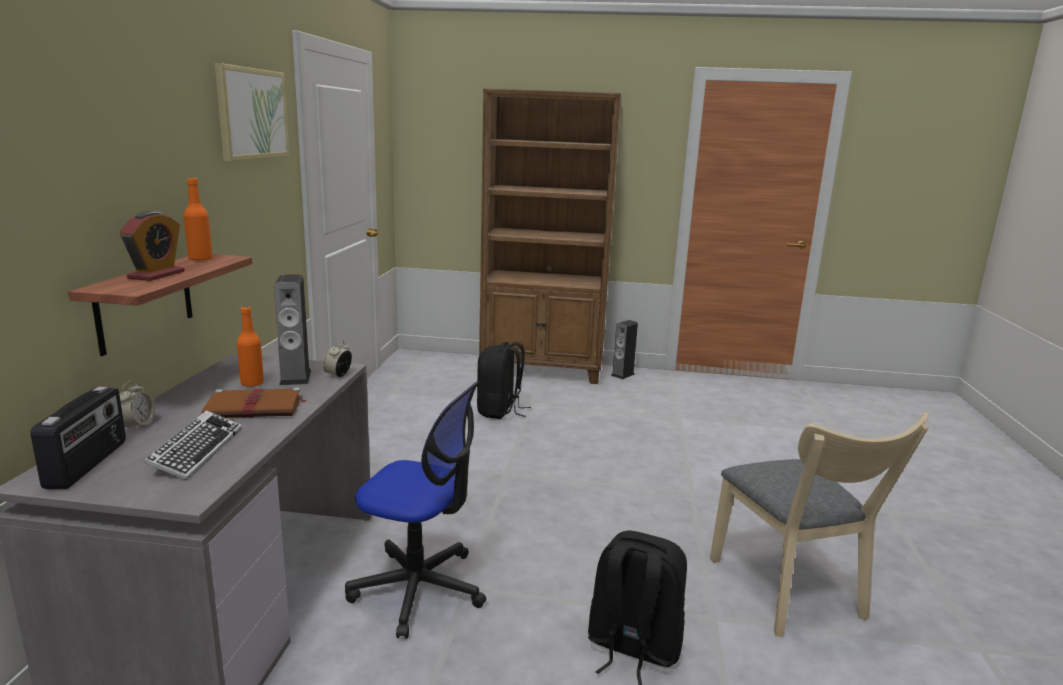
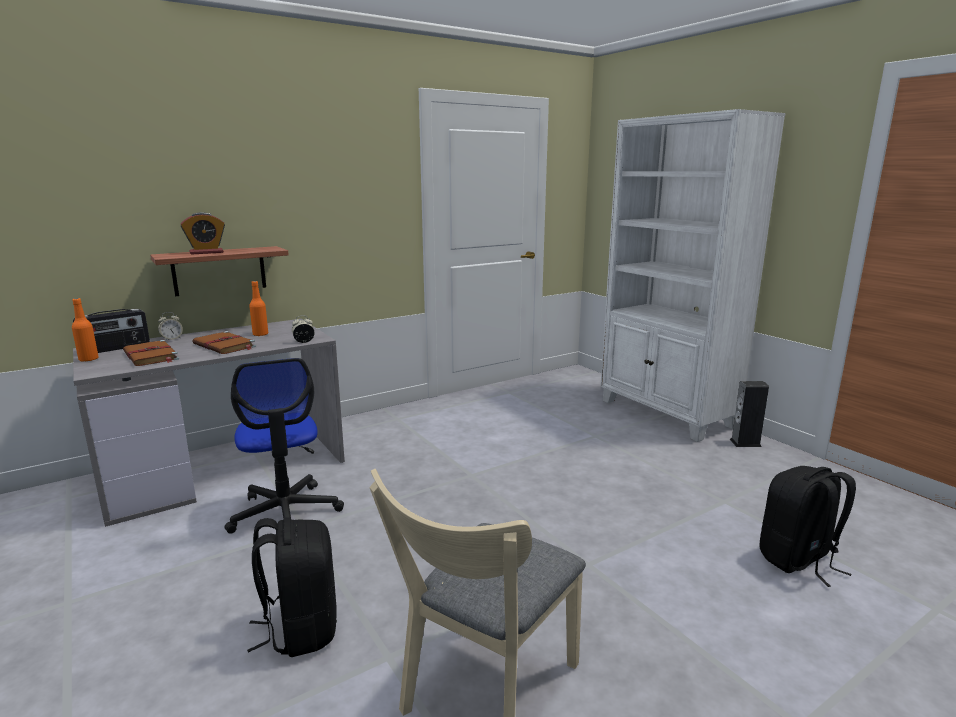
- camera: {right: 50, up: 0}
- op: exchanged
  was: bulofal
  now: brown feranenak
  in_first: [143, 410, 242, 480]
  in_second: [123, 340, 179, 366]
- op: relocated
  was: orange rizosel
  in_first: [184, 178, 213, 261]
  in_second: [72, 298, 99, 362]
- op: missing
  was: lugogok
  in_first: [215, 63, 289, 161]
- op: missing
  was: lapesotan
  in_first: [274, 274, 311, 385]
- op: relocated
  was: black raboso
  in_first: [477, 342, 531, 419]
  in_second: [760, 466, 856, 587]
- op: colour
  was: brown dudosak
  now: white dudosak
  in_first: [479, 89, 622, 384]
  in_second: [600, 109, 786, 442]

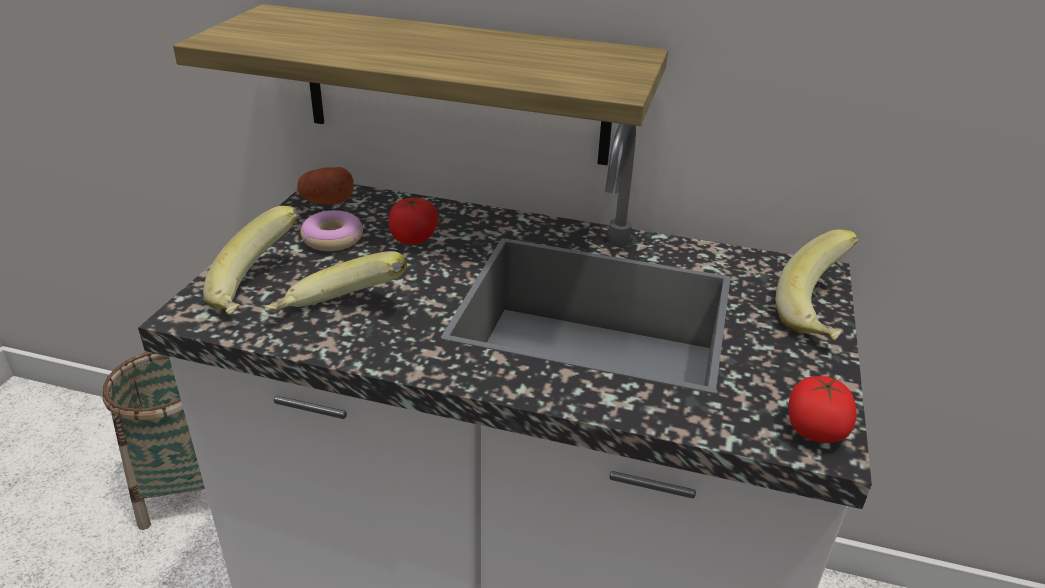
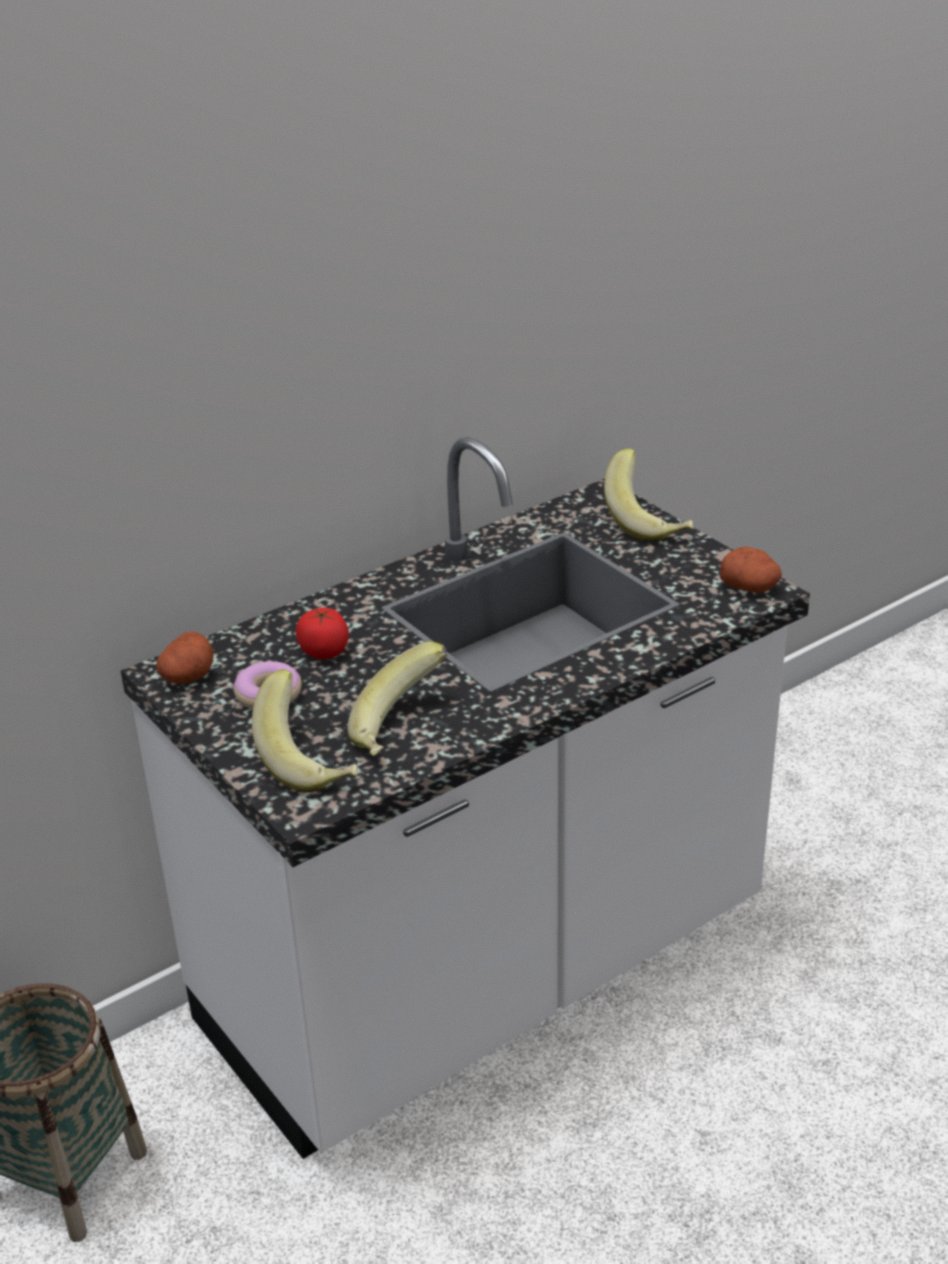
- camera: {right: -50, up: 0}
- op: missing
  was: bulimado
  in_first: [173, 4, 668, 165]
- op: exchanged
  was: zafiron
  now: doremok
  in_first: [789, 376, 857, 443]
  in_second: [720, 547, 782, 593]

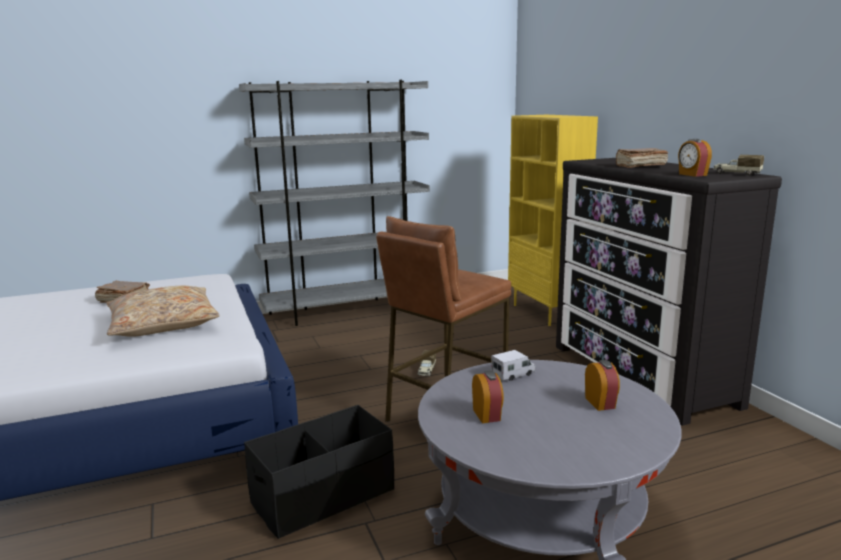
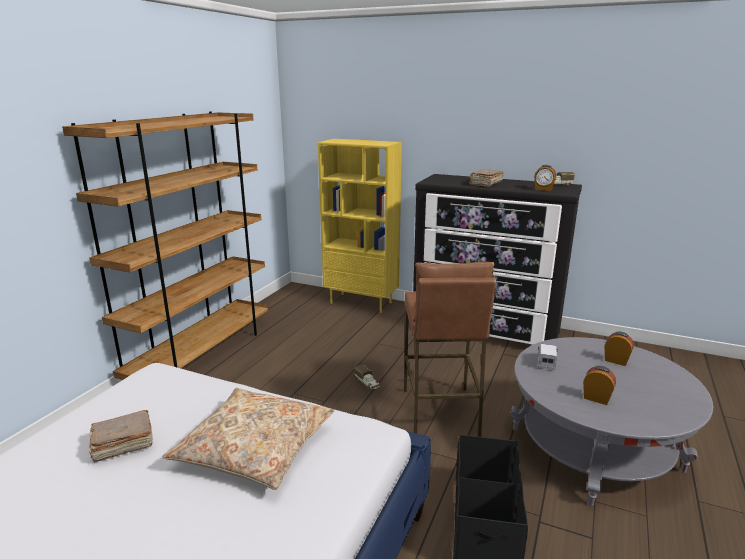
- camera: {right: -45, up: 5}
- op: colour
  was: grey dudosak
  now: brown dudosak
  in_first: [239, 80, 430, 326]
  in_second: [62, 111, 269, 380]

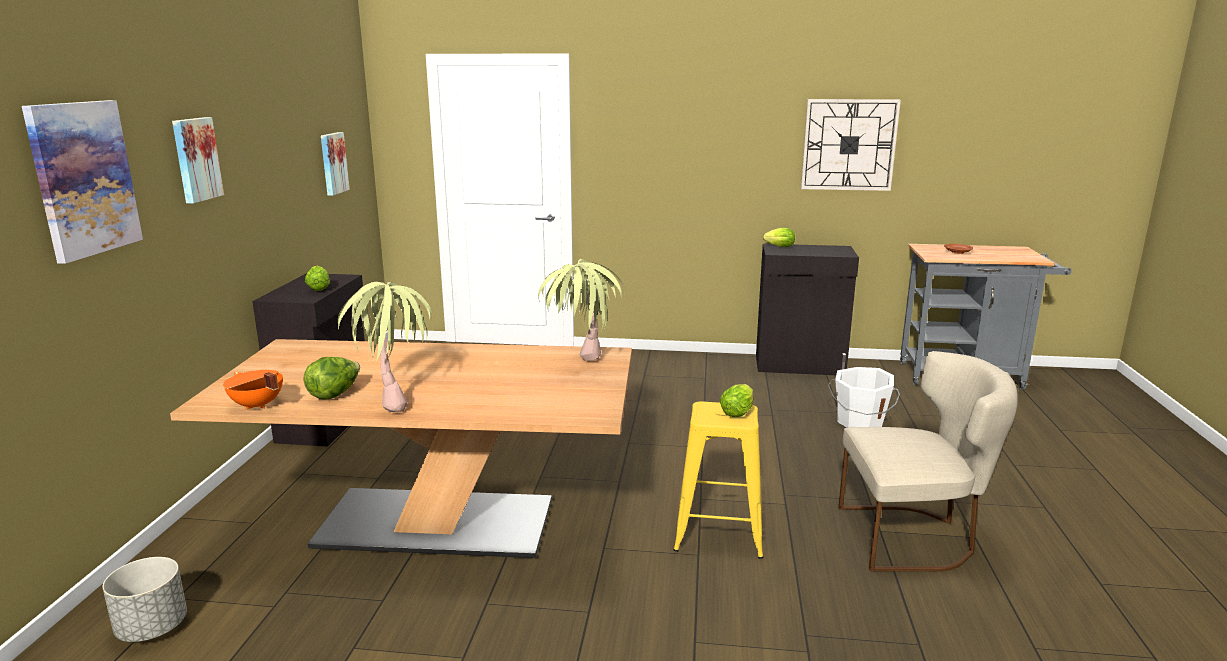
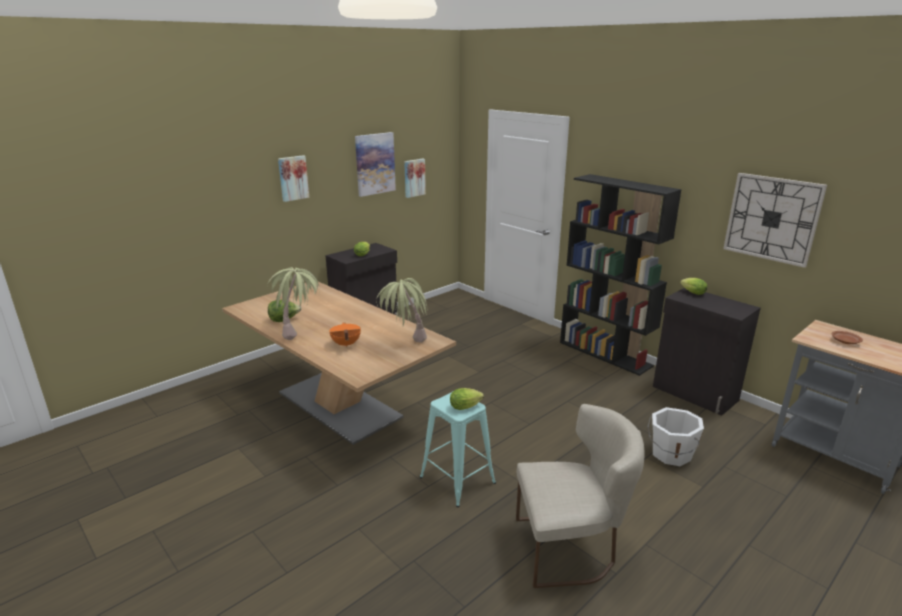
- camera: {right: 40, up: 5}
- op: relocated
  was: lugogok
  in_first: [22, 100, 143, 264]
  in_second: [355, 132, 396, 197]
- op: missing
  was: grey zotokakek
  in_first: [103, 557, 187, 642]
- op: relocated
  was: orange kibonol
  in_first: [223, 370, 283, 410]
  in_second: [329, 322, 361, 348]
- op: colour
  was: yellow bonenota
  now: turquoise bonenota
  in_first: [674, 401, 763, 559]
  in_second: [420, 392, 496, 507]
- op: spun
  was: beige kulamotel
  in_first: [838, 351, 1018, 571]
  in_second: [516, 404, 644, 588]
  clockwise: -45
- op: appeared
  now: black dudosak
  in_second: [560, 174, 682, 376]

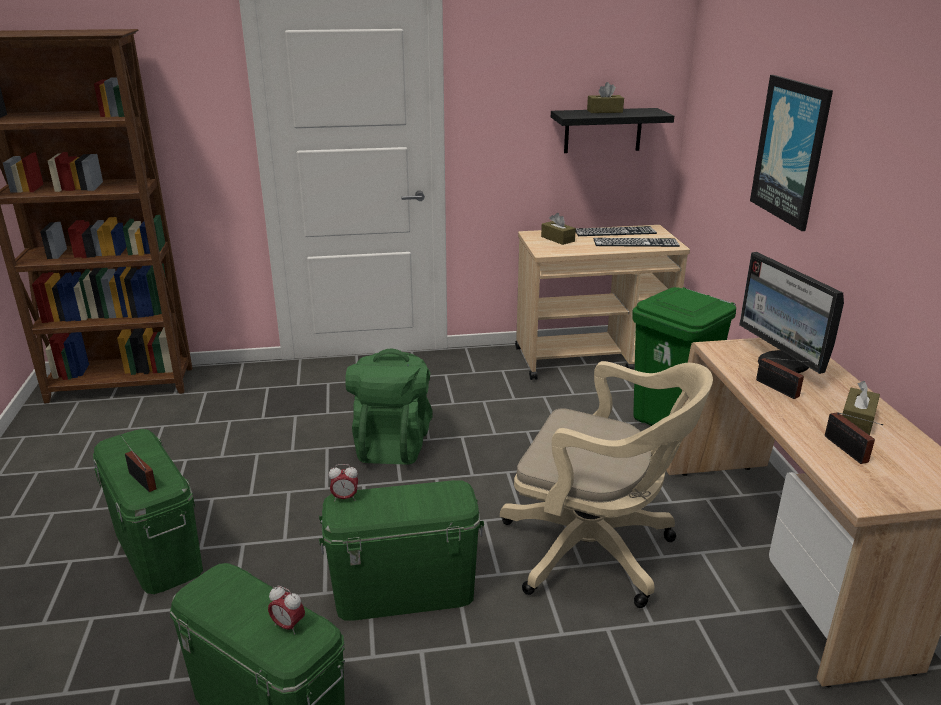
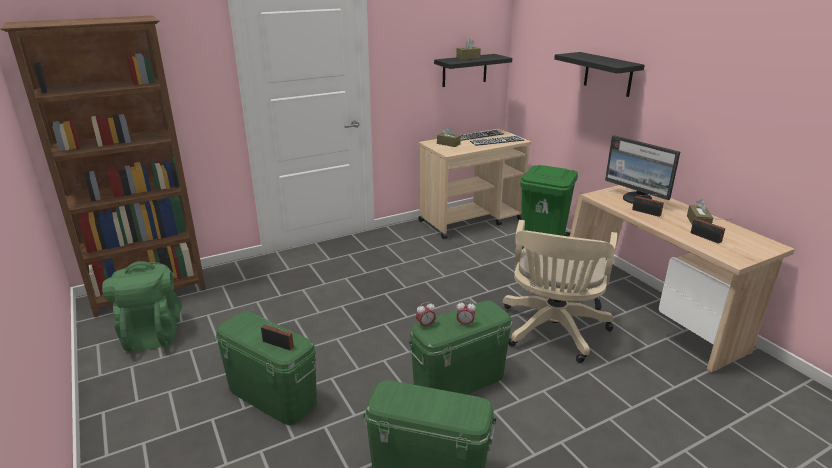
- camera: {right: -20, up: 0}
- op: relocated
  was: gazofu
  in_first: [268, 586, 305, 635]
  in_second: [456, 301, 476, 326]
- op: relocated
  was: green raboso
  in_first: [345, 349, 433, 465]
  in_second: [102, 261, 182, 352]
- op: spun
  was: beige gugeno
  in_first: [500, 361, 713, 608]
  in_second: [503, 220, 617, 363]
  clockwise: 105
- op: exchanged
  was: lugogok
  now: black bulimado
  in_first: [750, 75, 833, 231]
  in_second: [554, 52, 645, 97]

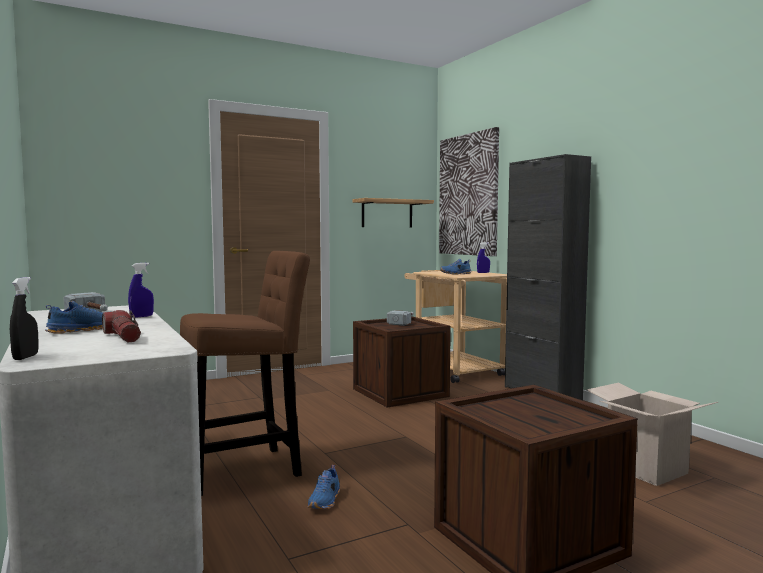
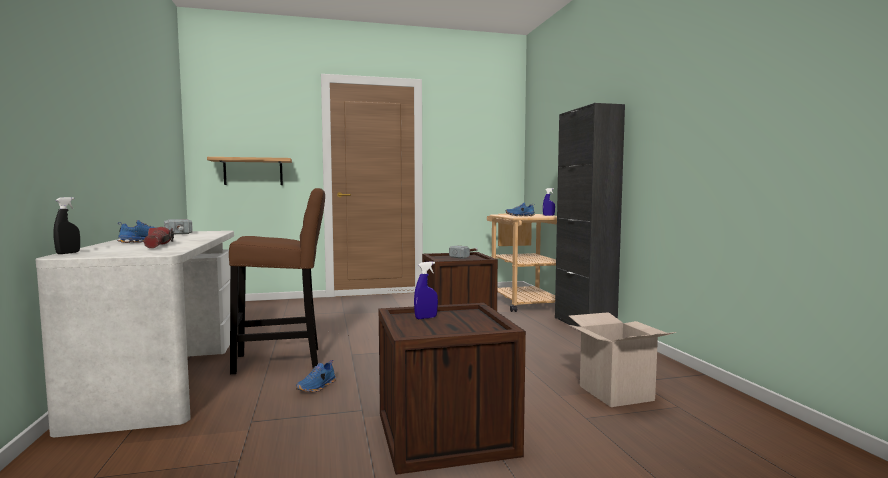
- camera: {right: 15, up: 0}
- op: relocated
  was: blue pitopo
  in_first: [128, 263, 154, 318]
  in_second: [414, 261, 438, 319]
- op: relocated
  was: bulimado
  in_first: [352, 198, 434, 228]
  in_second: [207, 157, 292, 185]
- op: missing
  was: lugogok
  in_first: [439, 127, 499, 256]

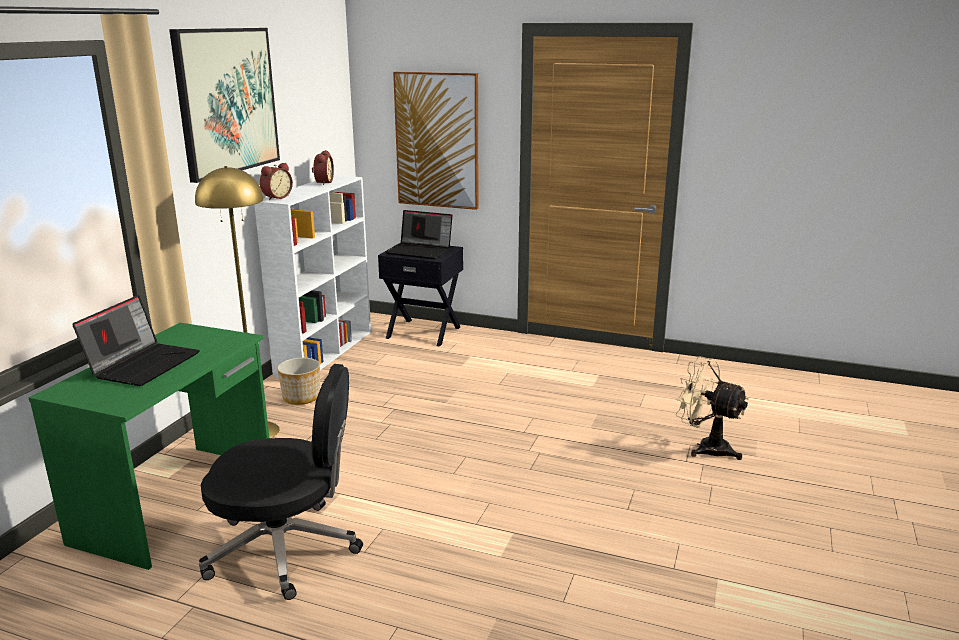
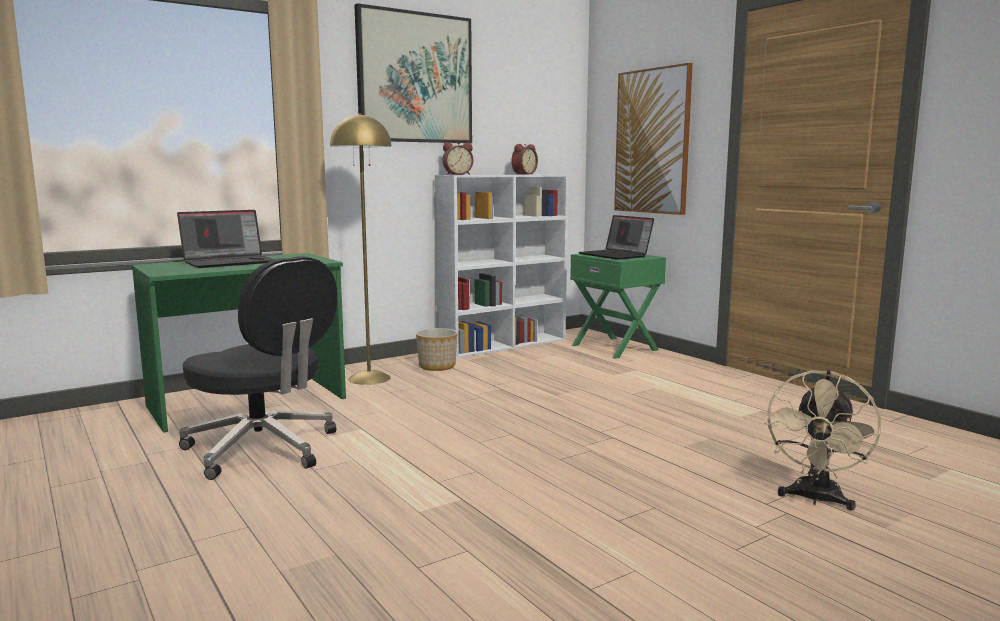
- camera: {right: 35, up: -10}
- op: colour
  was: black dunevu
  now: green dunevu
  in_first: [378, 242, 463, 347]
  in_second: [570, 254, 666, 359]
- op: spun
  was: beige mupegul
  in_first: [675, 356, 749, 460]
  in_second: [764, 370, 881, 511]
  clockwise: -135

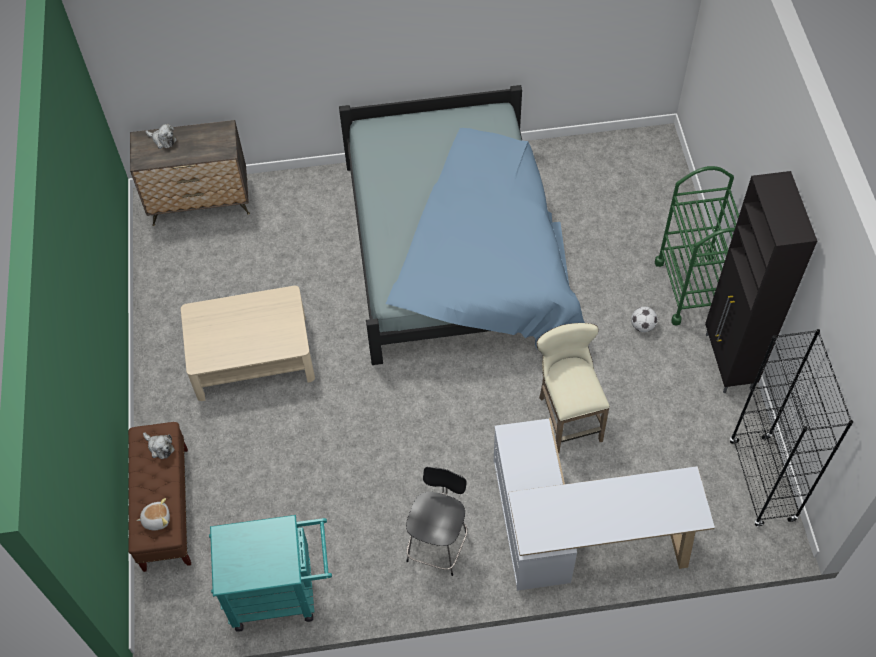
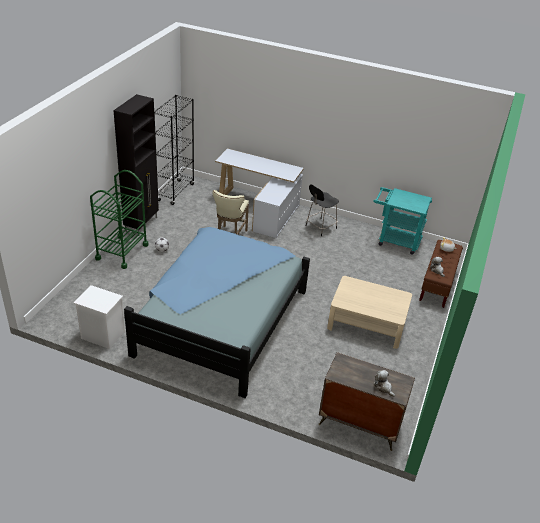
- camera: {right: -155, up: -20}
- op: appeared
  now: white dunevu
  in_second: [73, 285, 125, 349]

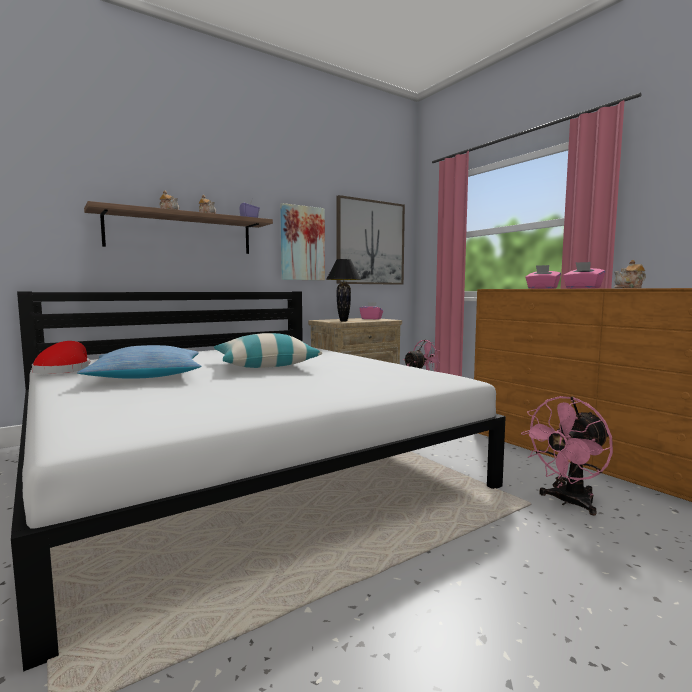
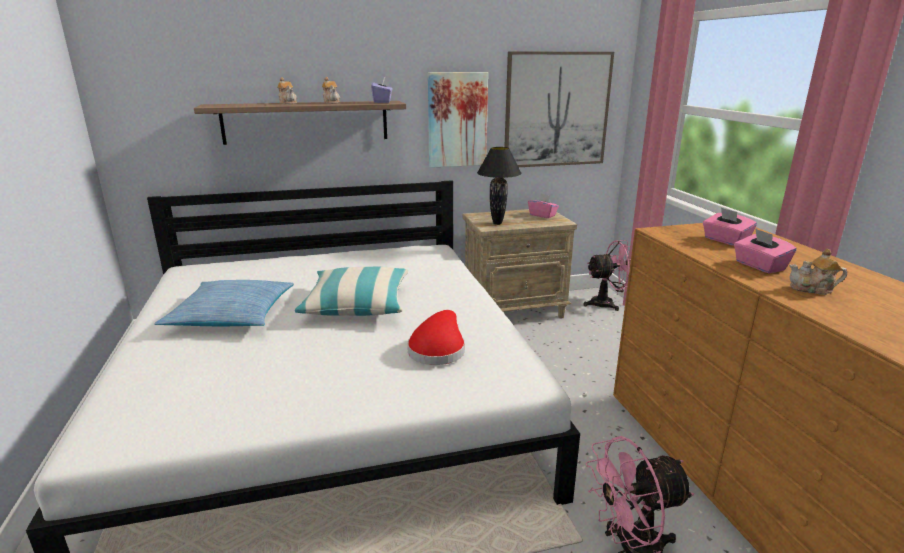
- camera: {right: 20, up: 15}
- op: relocated
  was: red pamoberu
  in_first: [32, 341, 91, 374]
  in_second: [407, 310, 465, 365]

